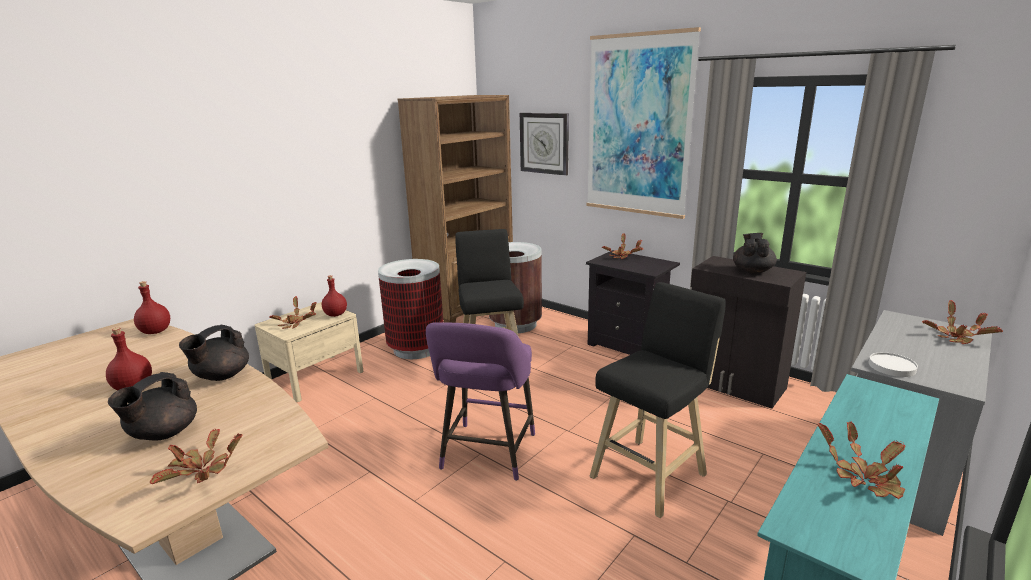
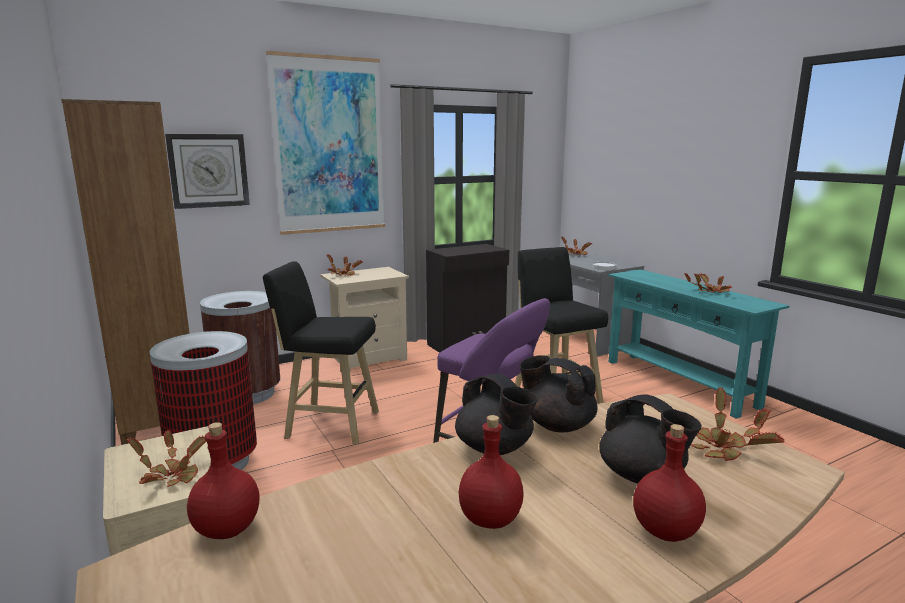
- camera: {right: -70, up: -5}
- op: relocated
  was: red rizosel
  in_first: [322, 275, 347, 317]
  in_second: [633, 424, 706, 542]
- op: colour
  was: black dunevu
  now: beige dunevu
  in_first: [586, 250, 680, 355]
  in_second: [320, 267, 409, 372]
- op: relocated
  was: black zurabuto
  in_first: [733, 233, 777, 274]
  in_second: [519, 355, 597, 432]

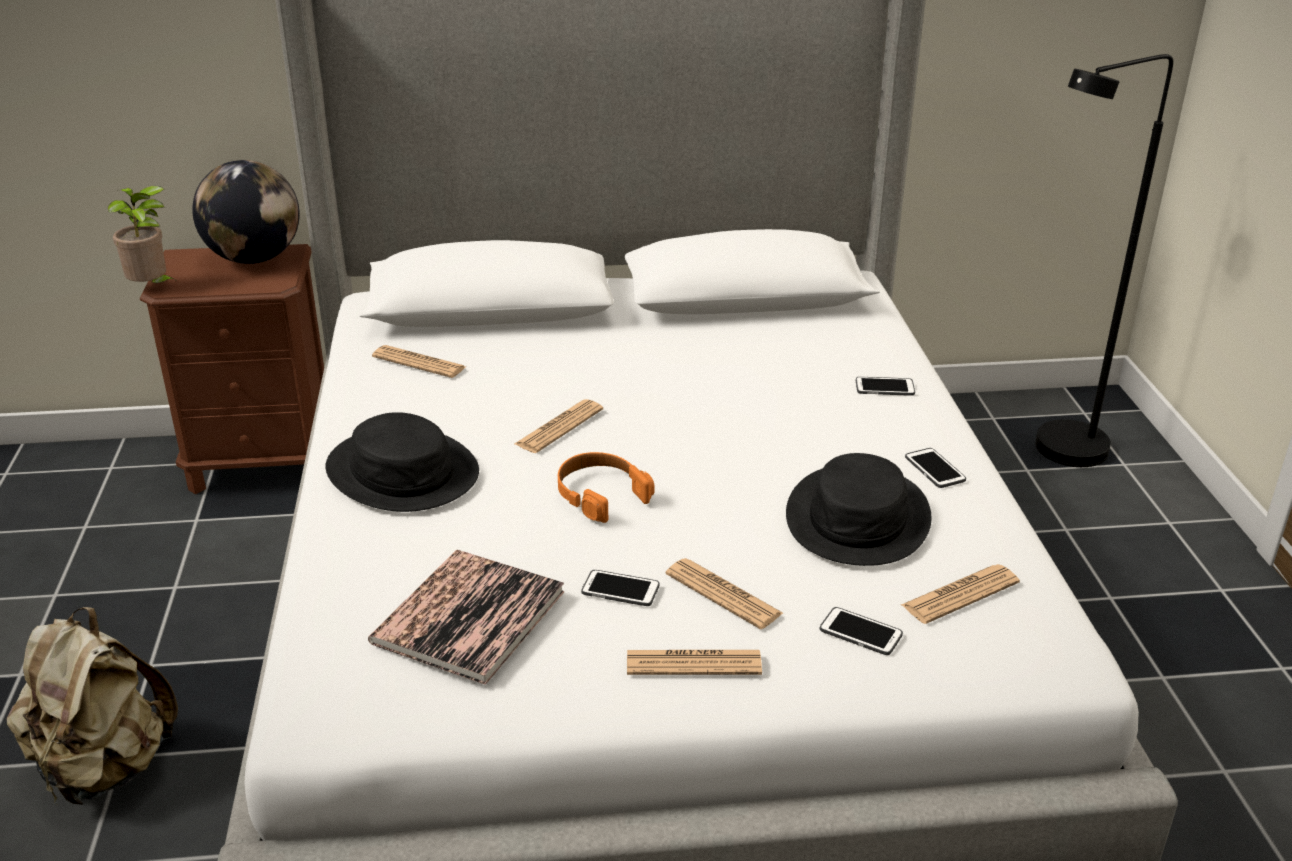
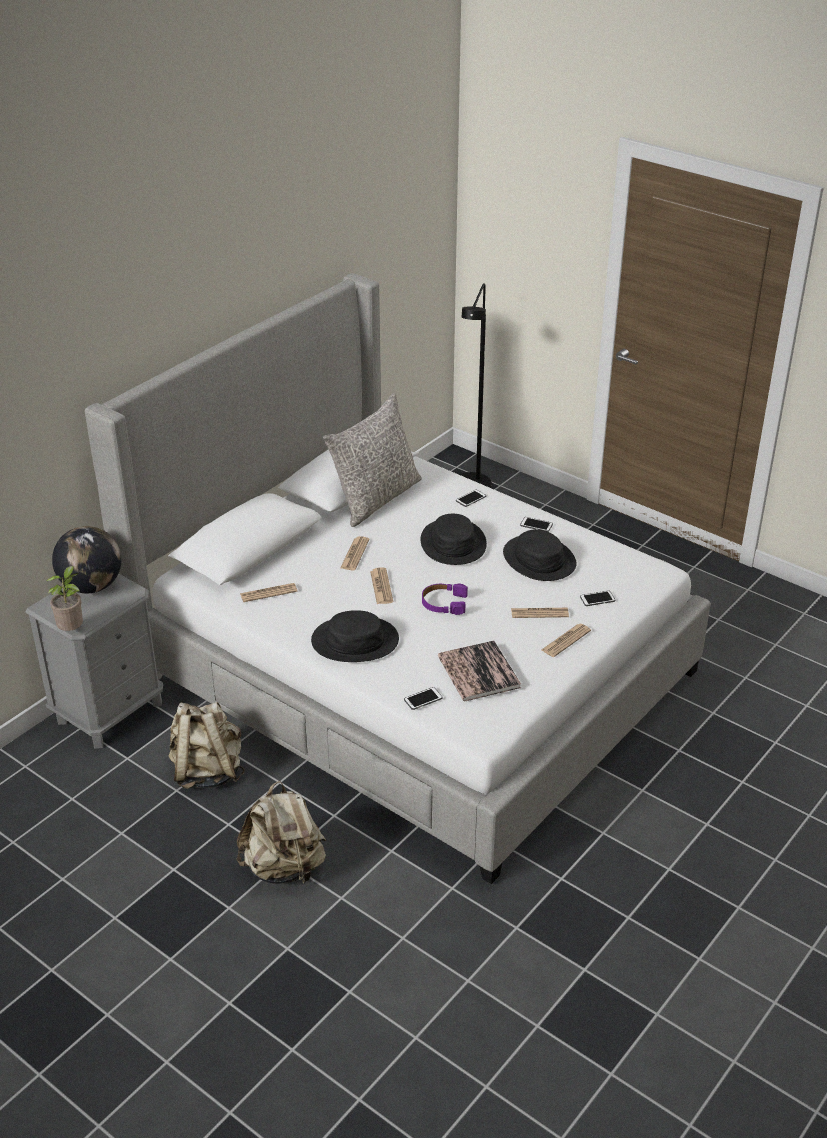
- camera: {right: -45, up: 5}
- op: colour
  was: brown dunevu
  now: grey dunevu
  in_first: [140, 244, 324, 494]
  in_second: [26, 574, 163, 749]
- op: colour
  was: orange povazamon
  now: purple povazamon
  in_first: [558, 452, 655, 523]
  in_second: [422, 583, 468, 615]
- op: relocated
  was: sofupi
  in_first: [581, 570, 660, 606]
  in_second: [404, 687, 443, 710]
- op: relocated
  was: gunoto
  in_first: [901, 564, 1020, 624]
  in_second: [340, 536, 369, 570]
- op: appeared
  now: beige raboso
  in_second: [168, 702, 244, 789]
- op: appeared
  now: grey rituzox
  in_second: [323, 393, 422, 527]
- op: appeared
  now: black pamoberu
  in_second: [421, 514, 487, 565]

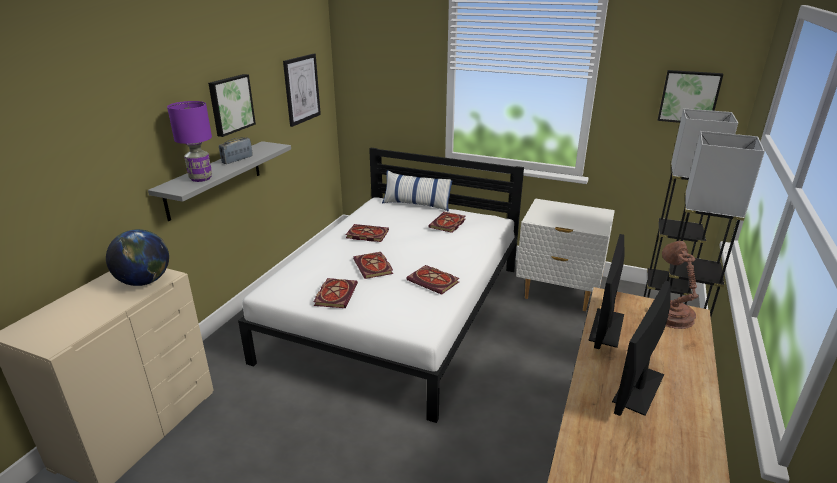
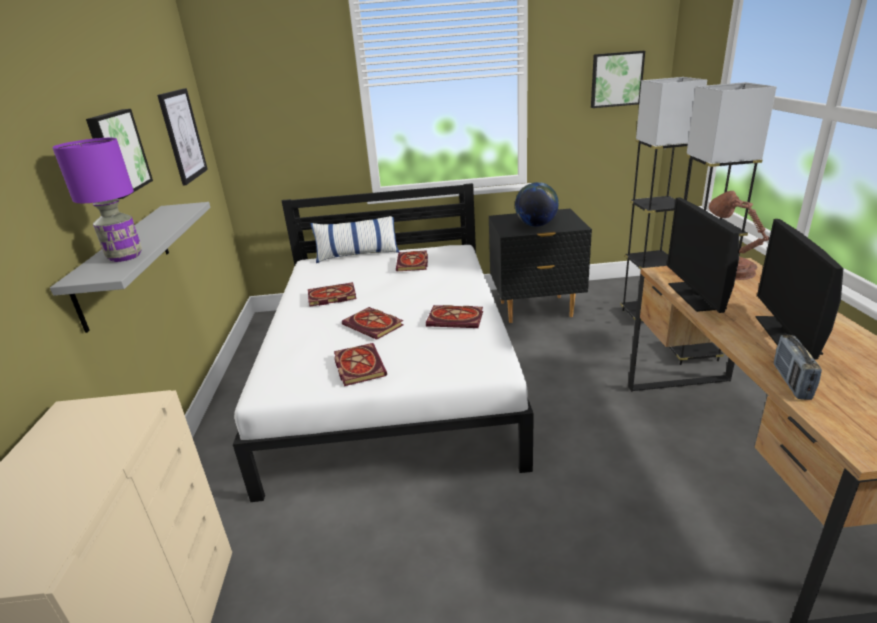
- camera: {right: -25, up: 0}
- op: relocated
  was: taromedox
  in_first: [106, 229, 169, 286]
  in_second: [515, 182, 559, 227]
- op: relocated
  was: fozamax
  in_first: [219, 137, 253, 164]
  in_second: [774, 335, 822, 400]
- op: colour
  was: white dunevu
  now: black dunevu
  in_first: [516, 199, 615, 311]
  in_second: [489, 209, 592, 323]

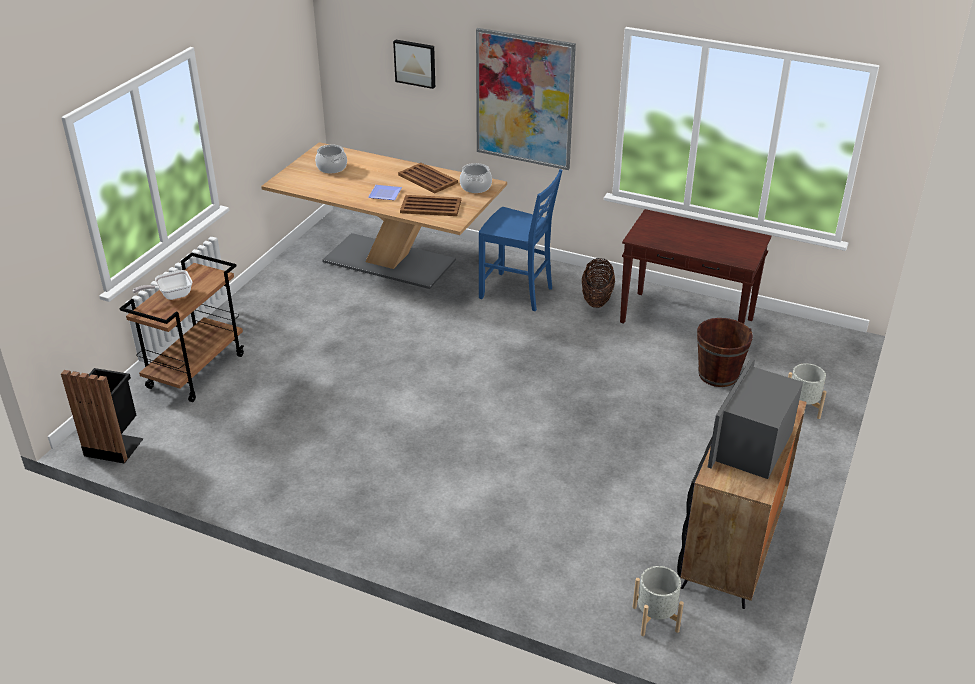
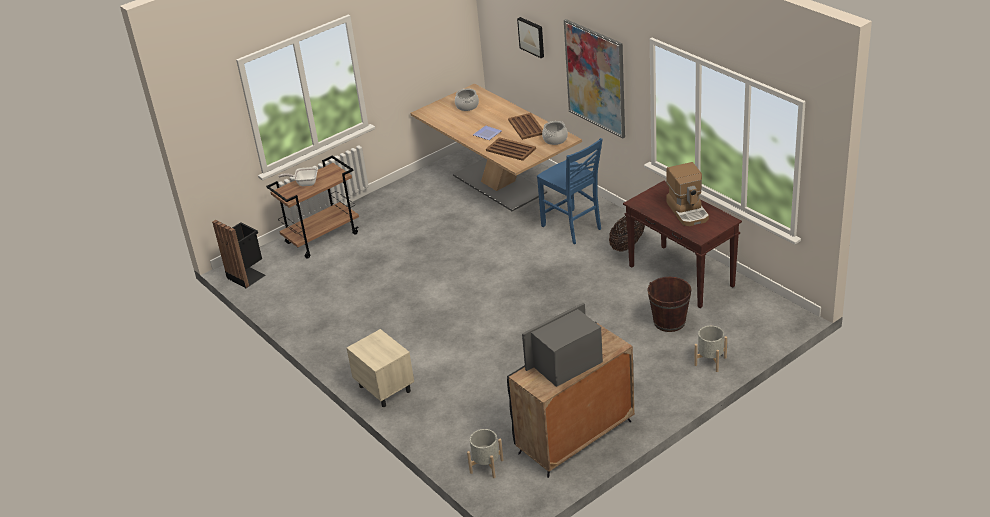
- camera: {right: 30, up: 0}
- op: appeared
  now: beige dunevu
  in_second: [347, 329, 414, 407]
- op: appeared
  now: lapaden
  in_second: [666, 162, 709, 226]

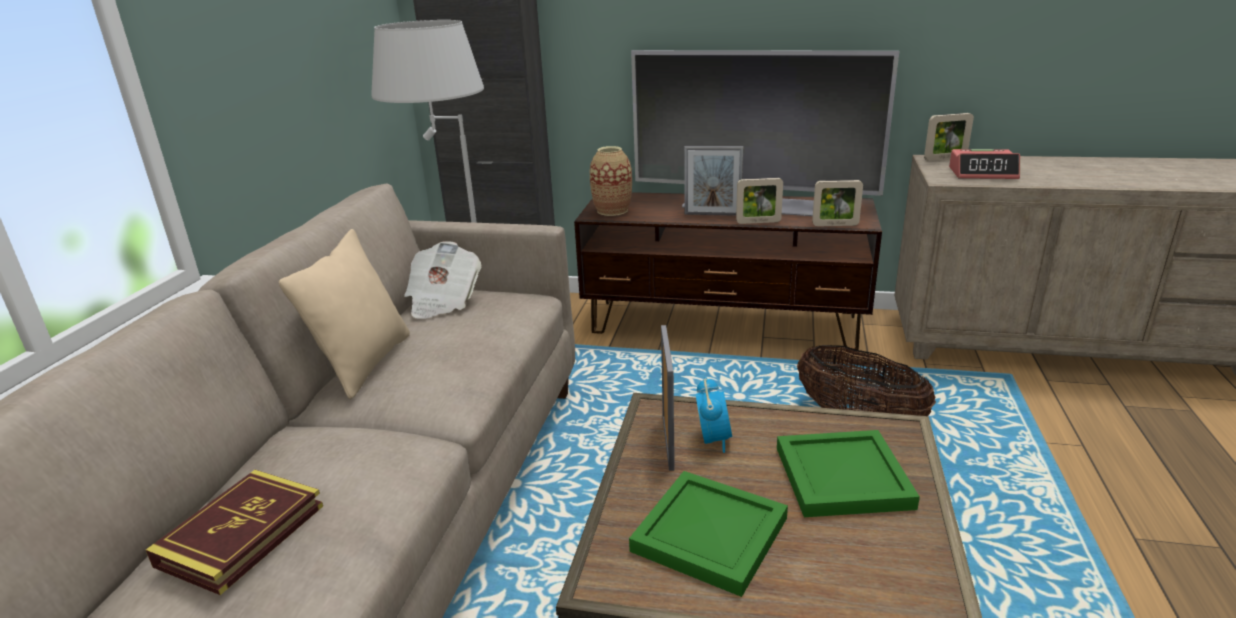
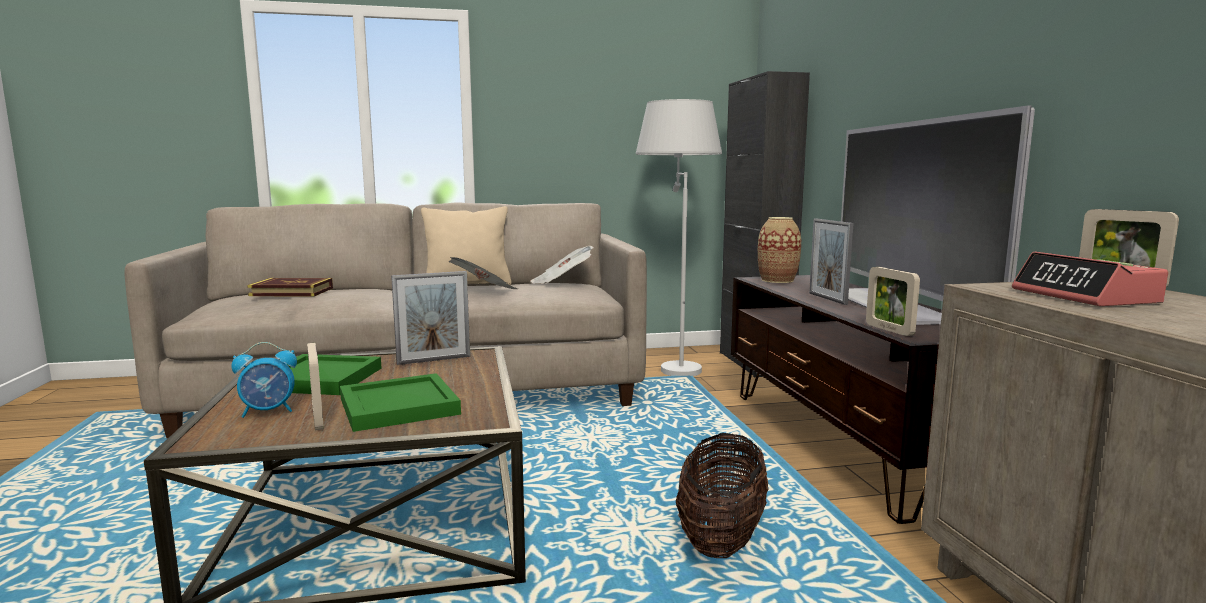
- camera: {right: 65, up: -15}
- op: relocated
  was: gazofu
  in_first: [696, 377, 732, 453]
  in_second: [231, 342, 297, 418]
- op: relocated
  was: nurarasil
  in_first: [736, 178, 783, 224]
  in_second: [307, 343, 324, 431]
- op: appeared
  now: gunoto
  in_second: [449, 257, 518, 289]

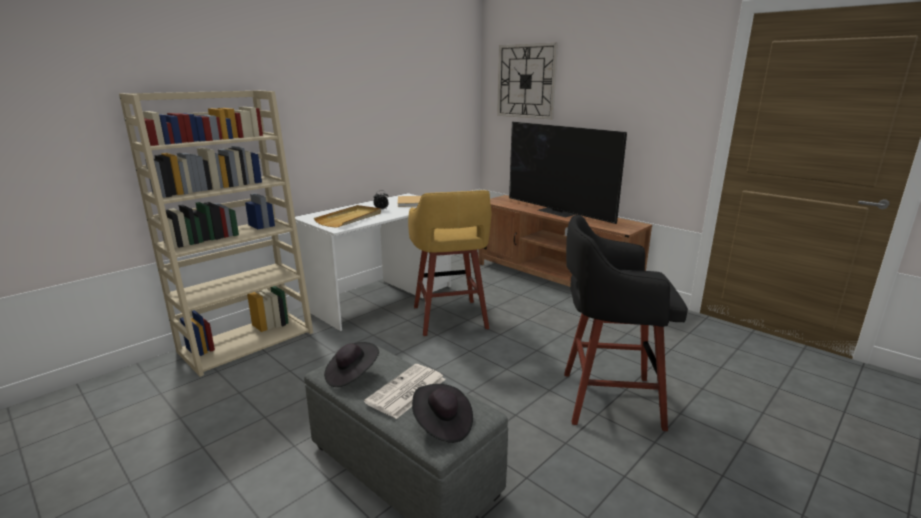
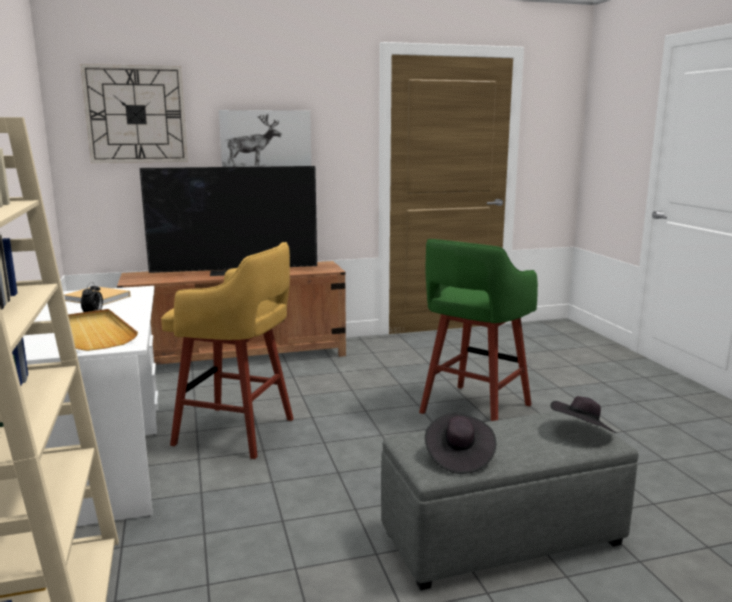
- camera: {right: -60, up: -5}
- op: missing
  was: gunoto
  in_first: [364, 364, 446, 419]
- op: colour
  was: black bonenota
  now: green bonenota
  in_first: [564, 215, 688, 431]
  in_second: [419, 239, 538, 421]
- op: appeared
  now: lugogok
  in_second: [219, 110, 311, 167]

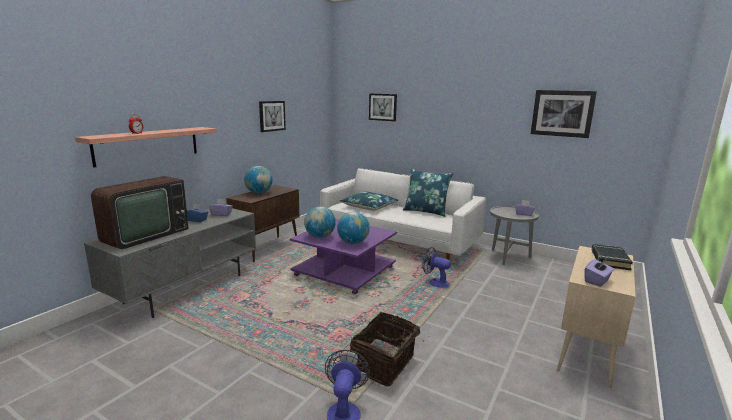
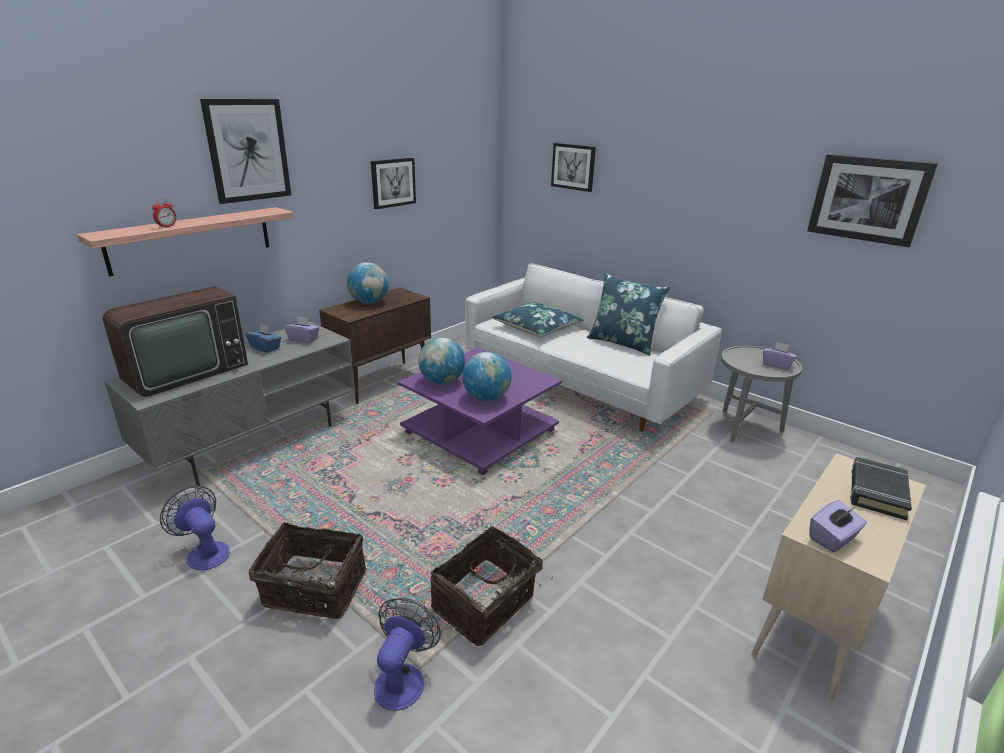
- camera: {right: 10, up: 10}
- op: relocated
  was: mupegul
  in_first: [422, 247, 451, 288]
  in_second: [160, 486, 230, 570]
- op: appeared
  now: lugogok
  in_second: [200, 99, 291, 204]
- op: appeared
  now: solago
  in_second: [249, 523, 367, 619]

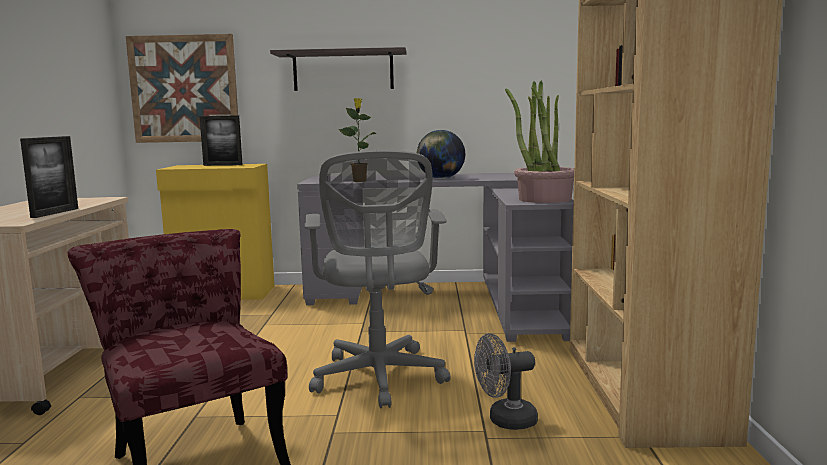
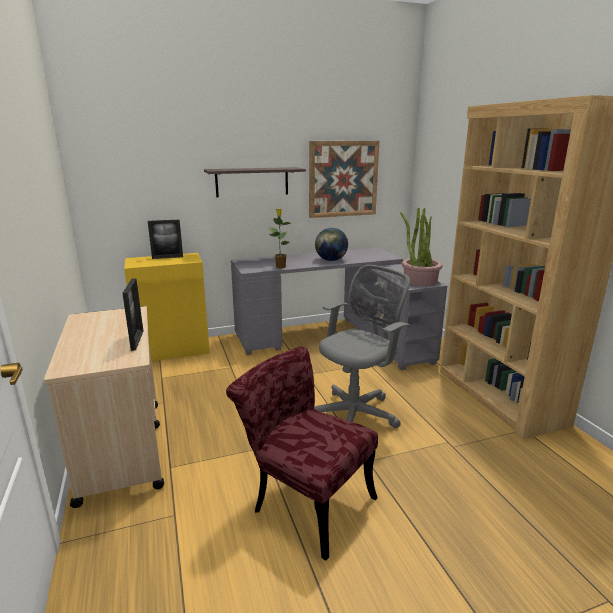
- camera: {right: -20, up: 10}
- op: relocated
  was: lugogok
  in_first: [126, 34, 238, 143]
  in_second: [309, 141, 379, 218]
- op: spun
  was: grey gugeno
  in_first: [305, 150, 450, 408]
  in_second: [314, 265, 411, 428]
  clockwise: -105
- op: missing
  was: grey mupegul
  in_first: [474, 333, 538, 430]

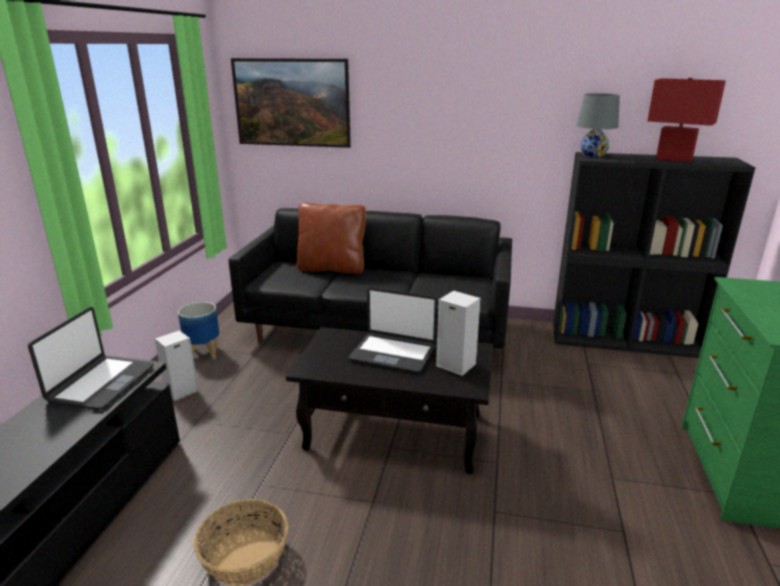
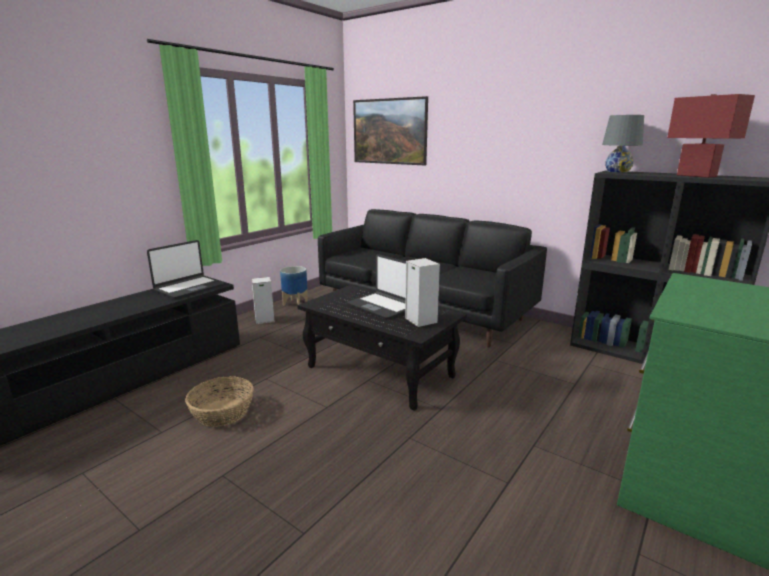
- camera: {right: 25, up: -5}
- op: missing
  was: brown rituzox
  in_first: [297, 202, 366, 274]

